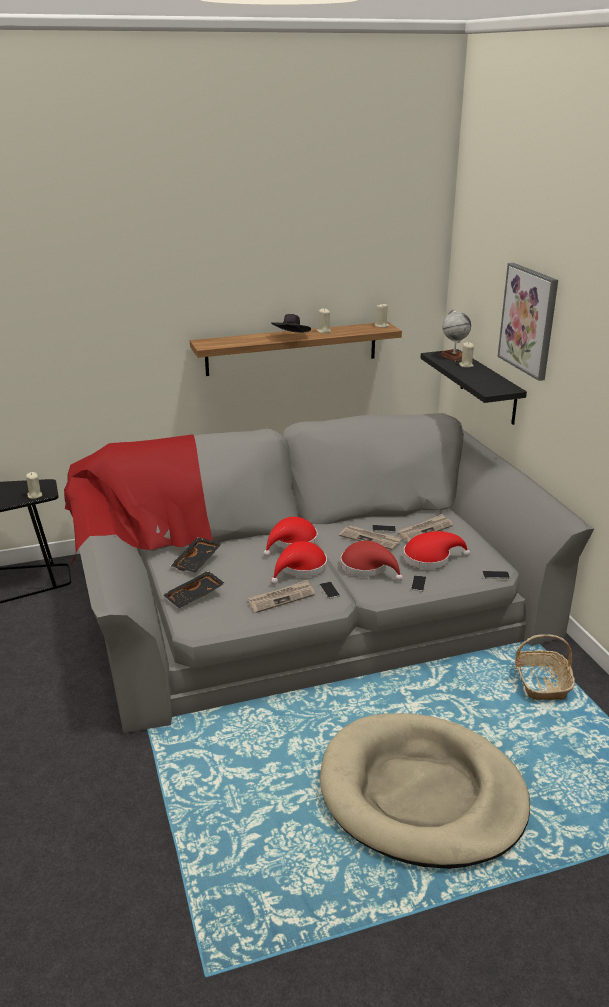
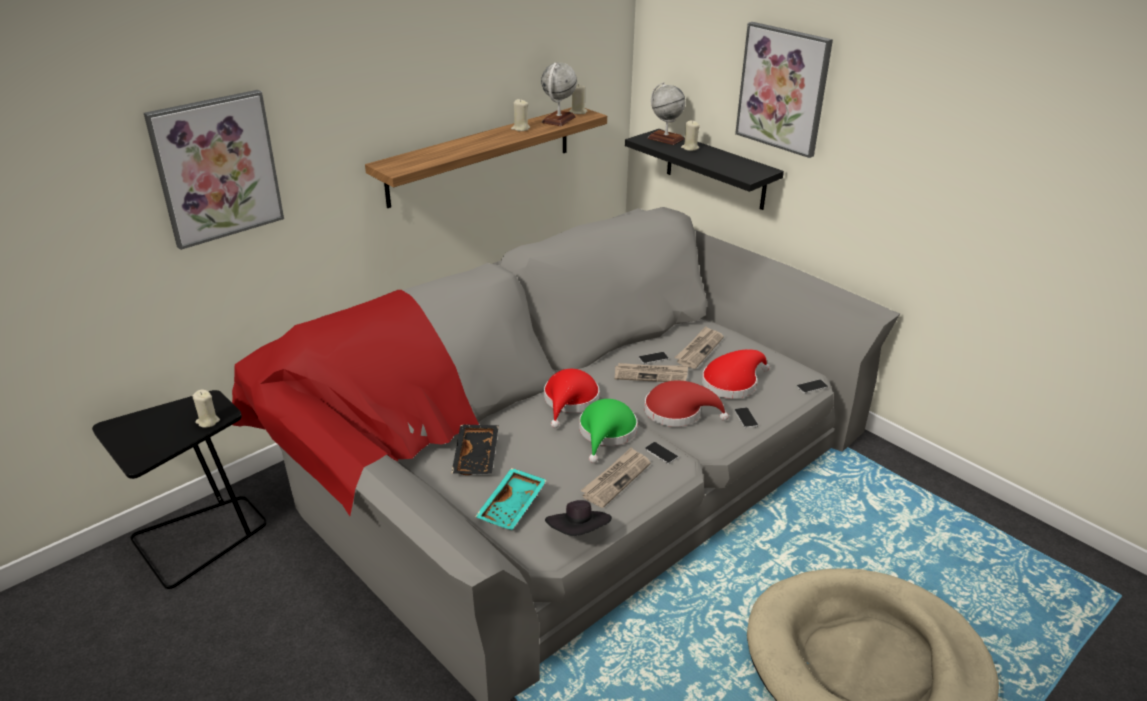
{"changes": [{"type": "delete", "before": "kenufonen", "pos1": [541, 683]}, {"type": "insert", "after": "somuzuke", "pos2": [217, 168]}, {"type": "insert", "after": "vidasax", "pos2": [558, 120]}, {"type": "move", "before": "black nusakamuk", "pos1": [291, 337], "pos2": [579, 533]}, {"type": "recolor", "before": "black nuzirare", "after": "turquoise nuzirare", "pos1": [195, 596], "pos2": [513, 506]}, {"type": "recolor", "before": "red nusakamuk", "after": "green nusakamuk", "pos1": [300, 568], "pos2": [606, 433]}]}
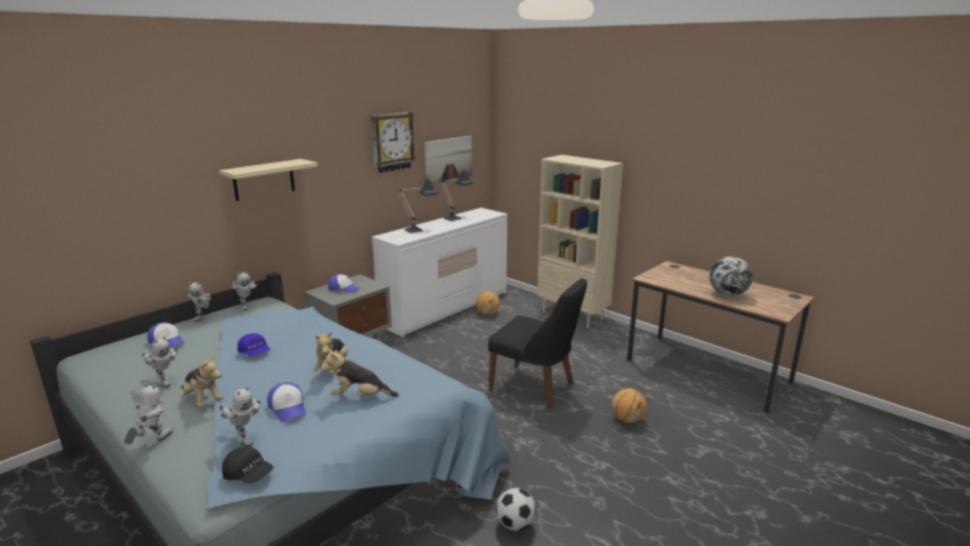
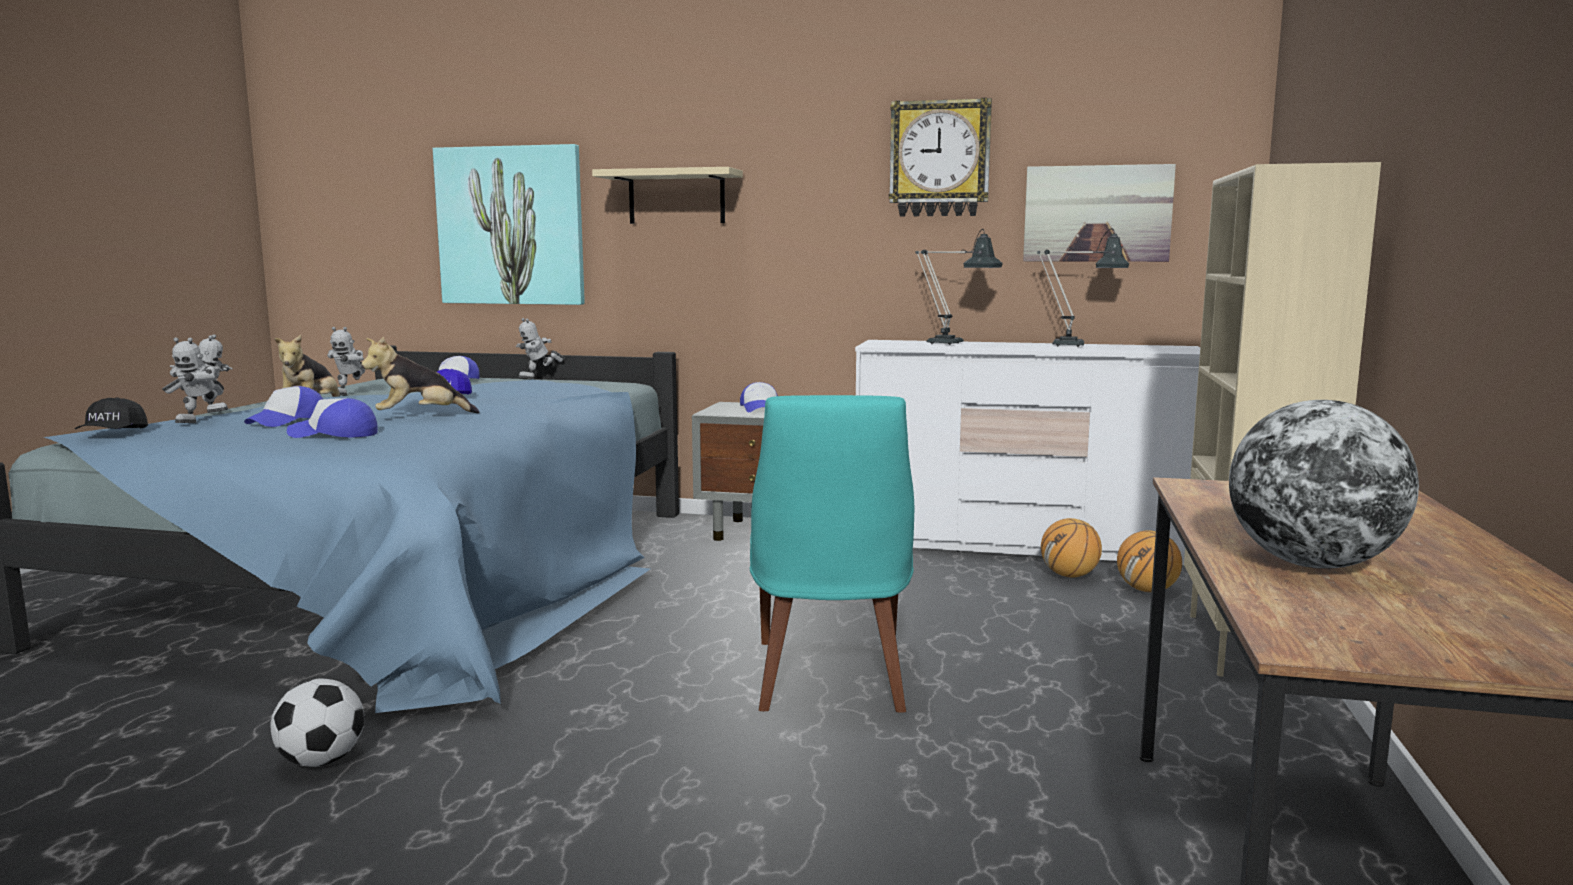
{"changes": [{"type": "delete", "before": "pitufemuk", "pos1": [246, 306]}, {"type": "insert", "after": "somuzuke", "pos2": [511, 226]}, {"type": "move", "before": "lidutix", "pos1": [627, 419], "pos2": [1147, 590]}, {"type": "replace", "before": "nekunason", "after": "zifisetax", "pos1": [360, 397], "pos2": [334, 434]}, {"type": "recolor", "before": "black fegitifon", "after": "turquoise fegitifon", "pos1": [535, 388], "pos2": [829, 679]}]}
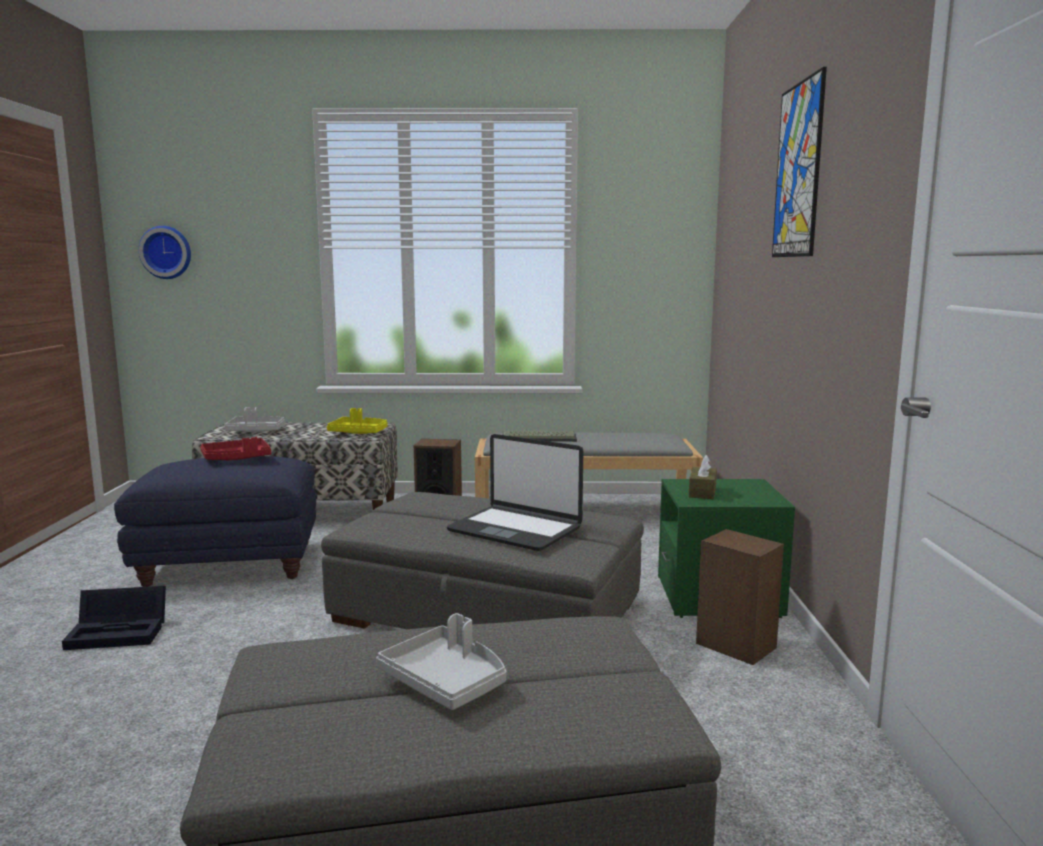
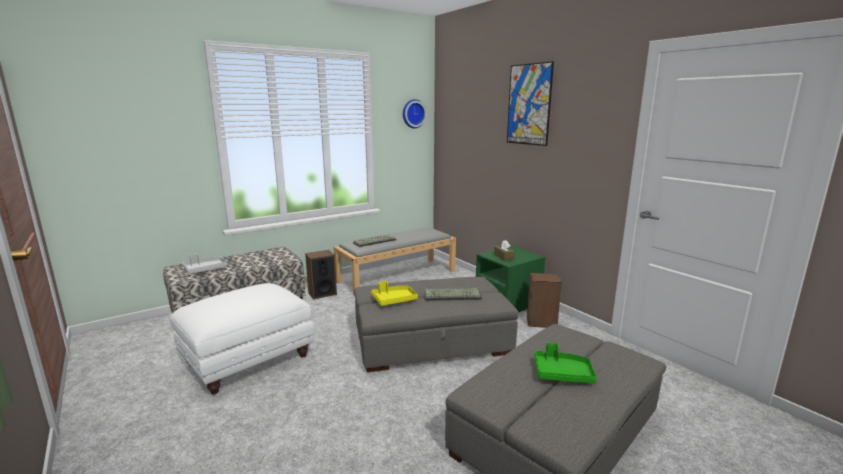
{"changes": [{"type": "delete", "before": "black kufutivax", "pos1": [121, 632]}, {"type": "delete", "before": "red nuzirare", "pos1": [237, 459]}, {"type": "move", "before": "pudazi", "pos1": [167, 252], "pos2": [413, 113]}, {"type": "move", "before": "yellow nuzirare", "pos1": [358, 433], "pos2": [393, 300]}, {"type": "replace", "before": "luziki", "after": "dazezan", "pos1": [515, 529], "pos2": [453, 295]}, {"type": "recolor", "before": "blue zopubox", "after": "white zopubox", "pos1": [227, 565], "pos2": [247, 362]}, {"type": "recolor", "before": "grey nuzirare", "after": "green nuzirare", "pos1": [446, 681], "pos2": [562, 374]}]}
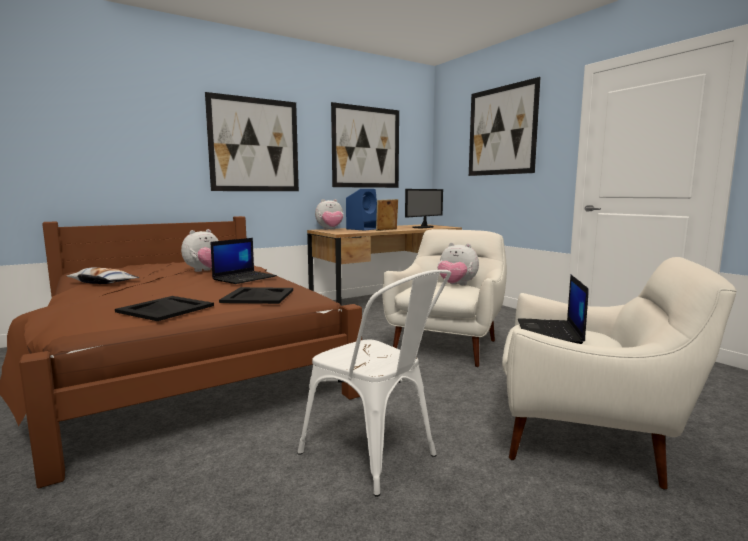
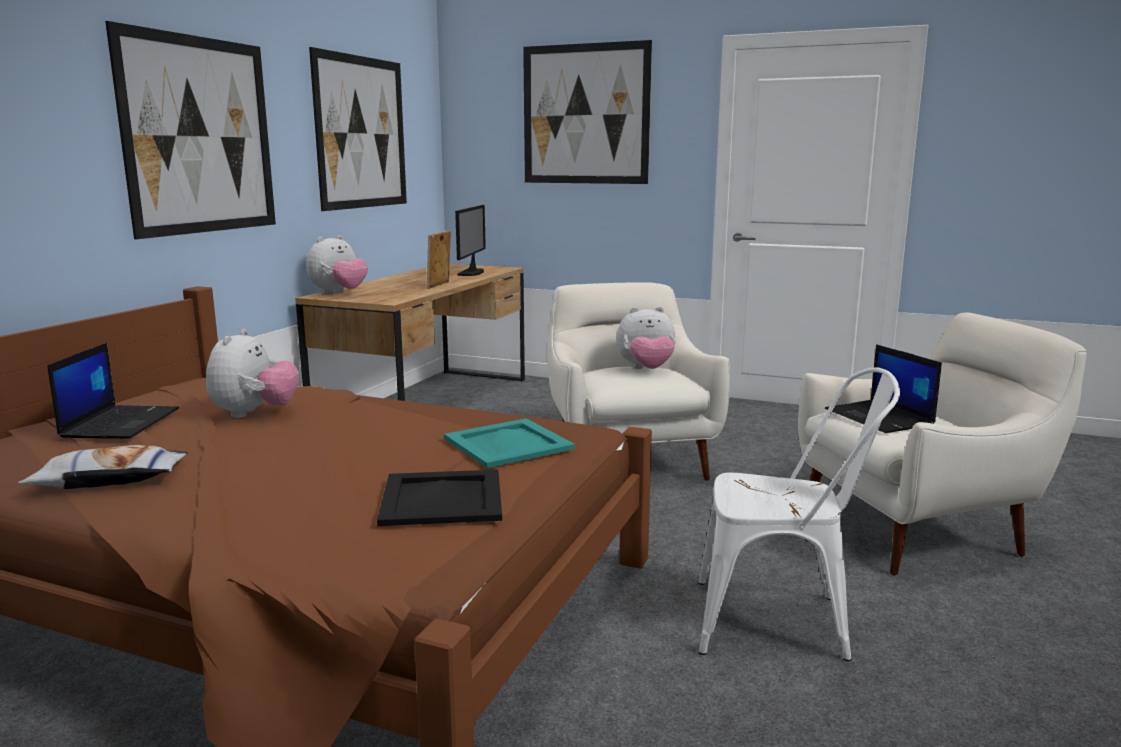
{"changes": [{"type": "delete", "before": "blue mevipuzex", "pos1": [363, 229]}, {"type": "move", "before": "luziki", "pos1": [245, 278], "pos2": [120, 422]}, {"type": "recolor", "before": "black nuzirare", "after": "turquoise nuzirare", "pos1": [257, 296], "pos2": [507, 444]}]}
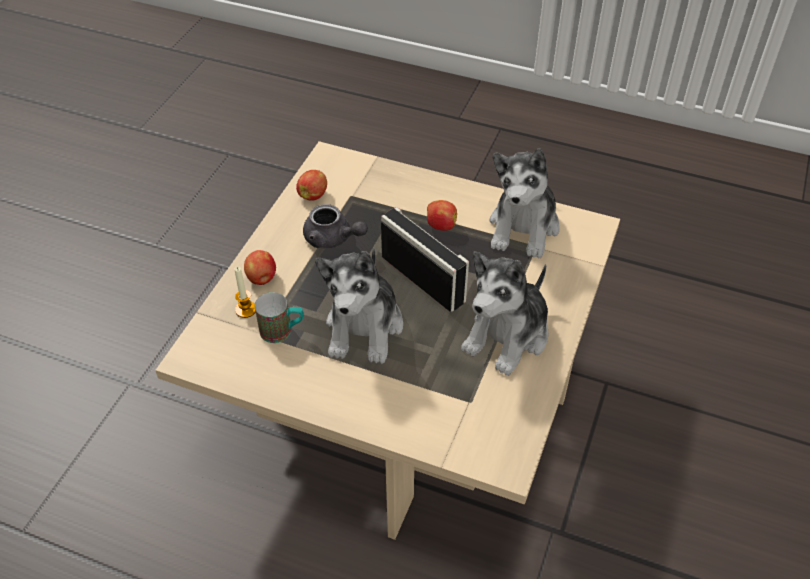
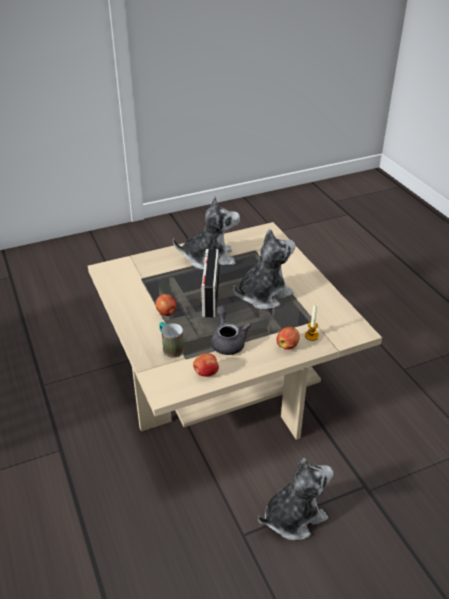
{"changes": [{"type": "move", "before": "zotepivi", "pos1": [282, 331], "pos2": [170, 348]}, {"type": "move", "before": "nekunason", "pos1": [524, 227], "pos2": [293, 516]}]}
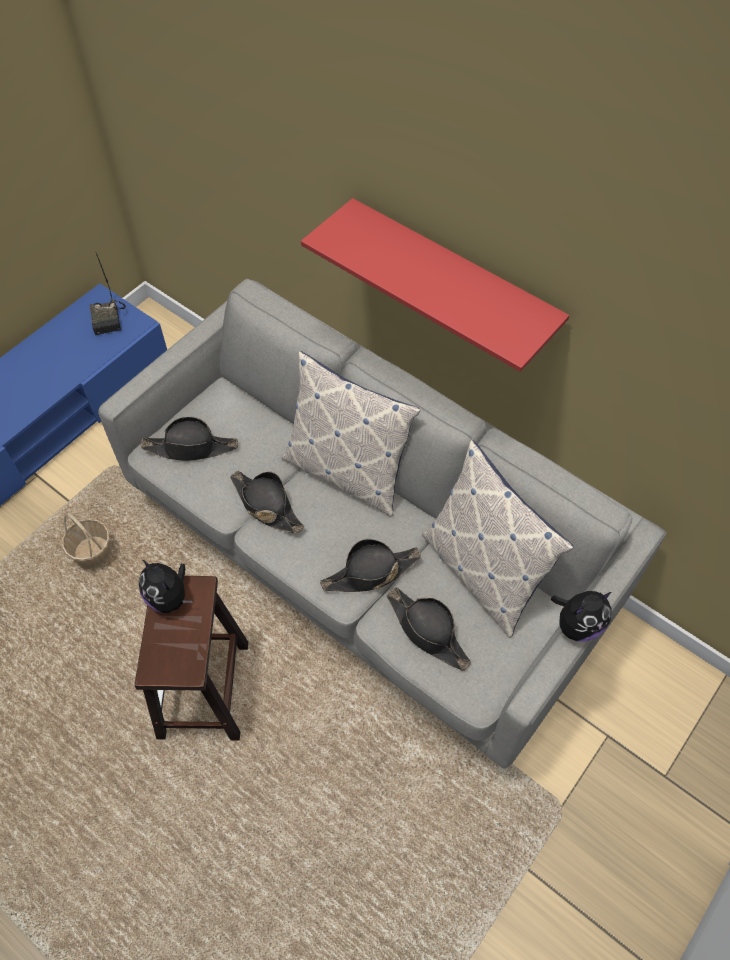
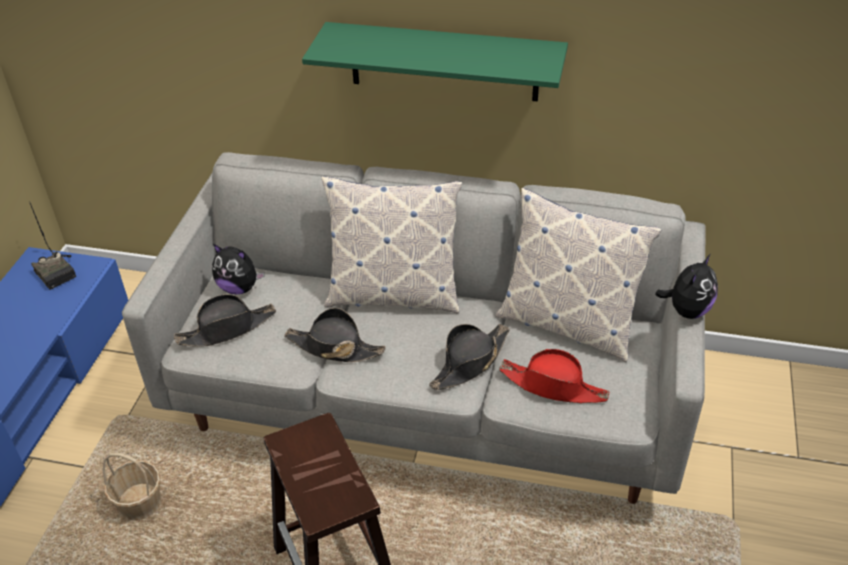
{"changes": [{"type": "move", "before": "nekunason", "pos1": [169, 597], "pos2": [239, 288]}, {"type": "recolor", "before": "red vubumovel", "after": "green vubumovel", "pos1": [452, 279], "pos2": [444, 62]}, {"type": "recolor", "before": "black nusakamuk", "after": "red nusakamuk", "pos1": [428, 631], "pos2": [553, 386]}]}
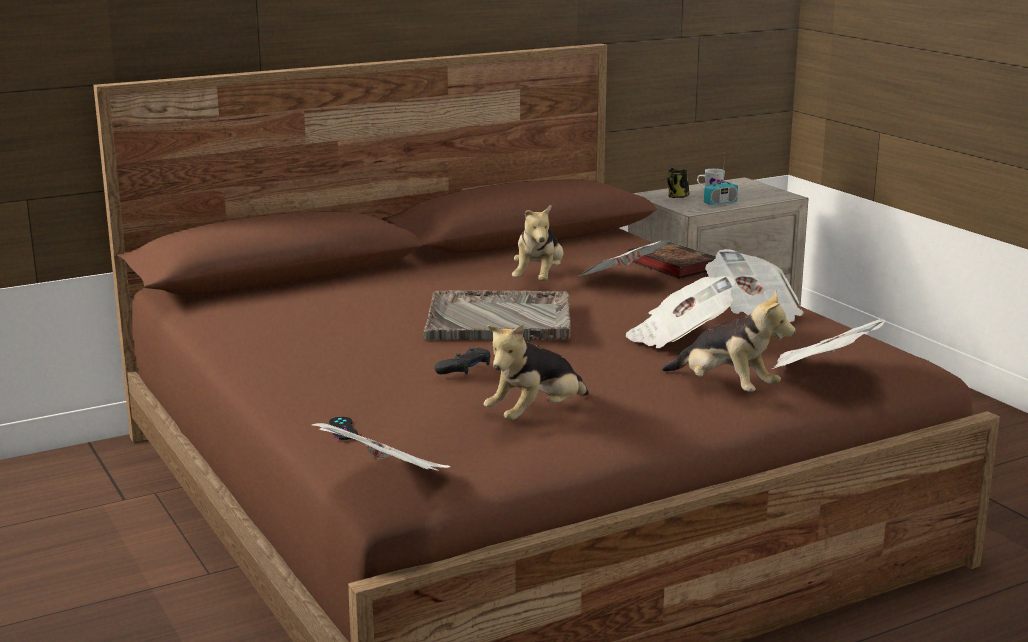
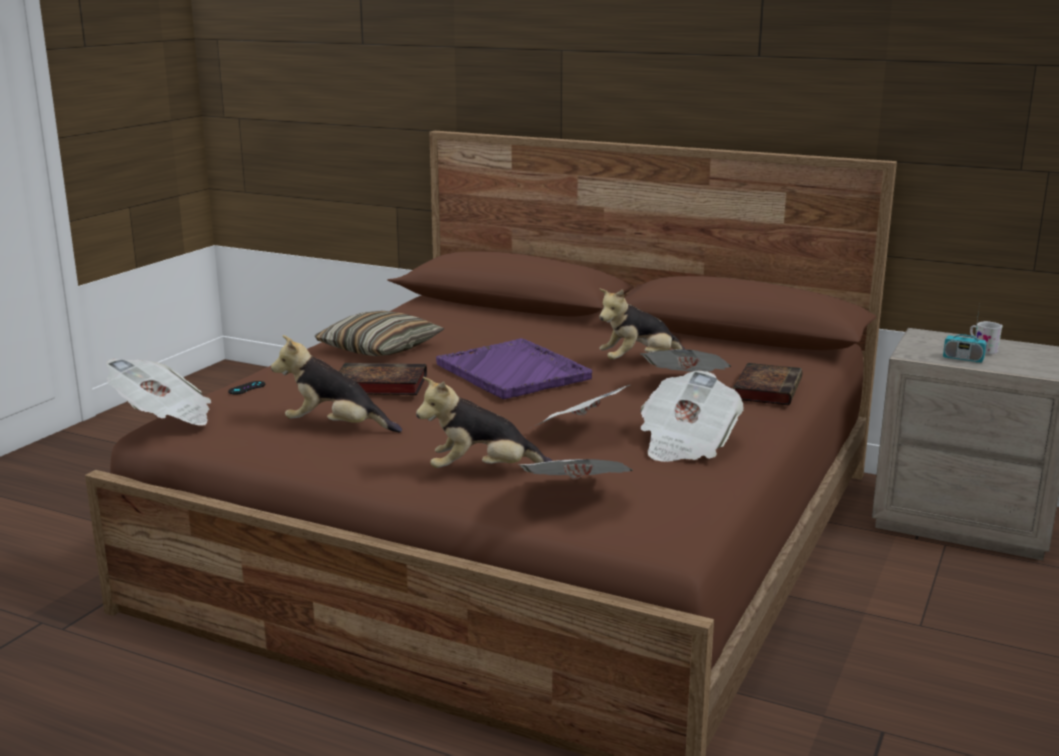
{"changes": [{"type": "delete", "before": "zotepivi", "pos1": [677, 197]}, {"type": "insert", "after": "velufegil", "pos2": [380, 348]}, {"type": "replace", "before": "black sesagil", "after": "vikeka", "pos1": [465, 370], "pos2": [377, 385]}, {"type": "recolor", "before": "grey nuzirare", "after": "purple nuzirare", "pos1": [500, 320], "pos2": [513, 372]}, {"type": "rotate", "before": "nekunason", "pos1": [725, 388], "pos2": [482, 472], "turn": 75}]}
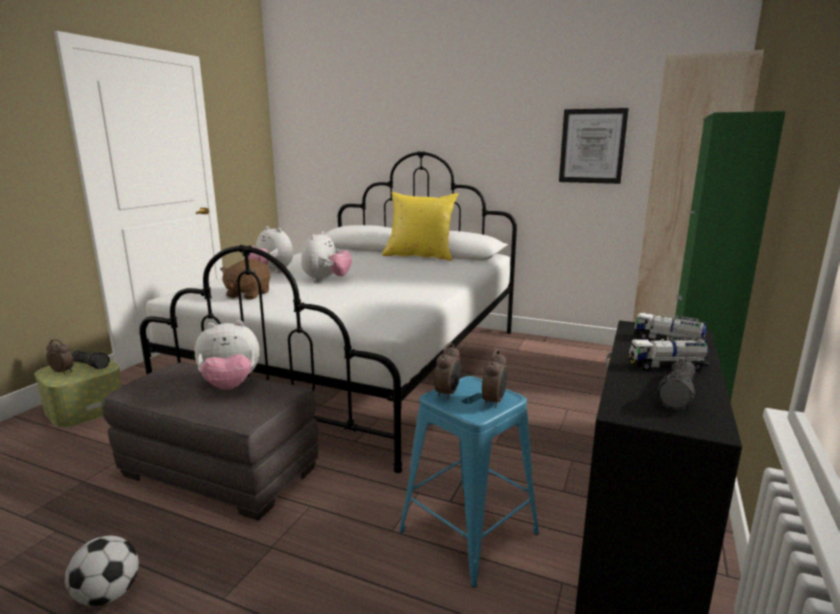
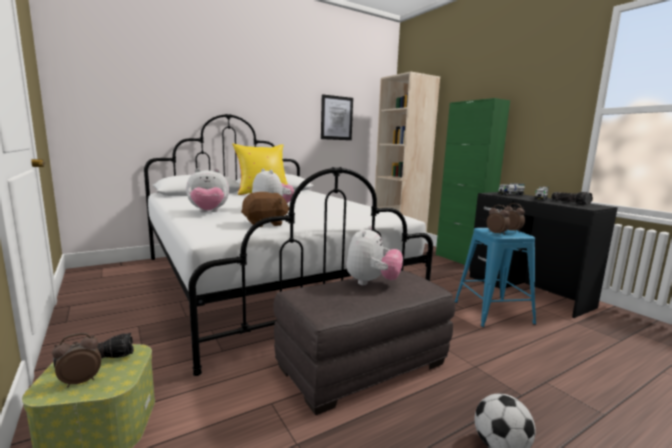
{"changes": [{"type": "rotate", "before": "brown nekunason", "pos1": [247, 295], "pos2": [265, 224], "turn": -75}]}
